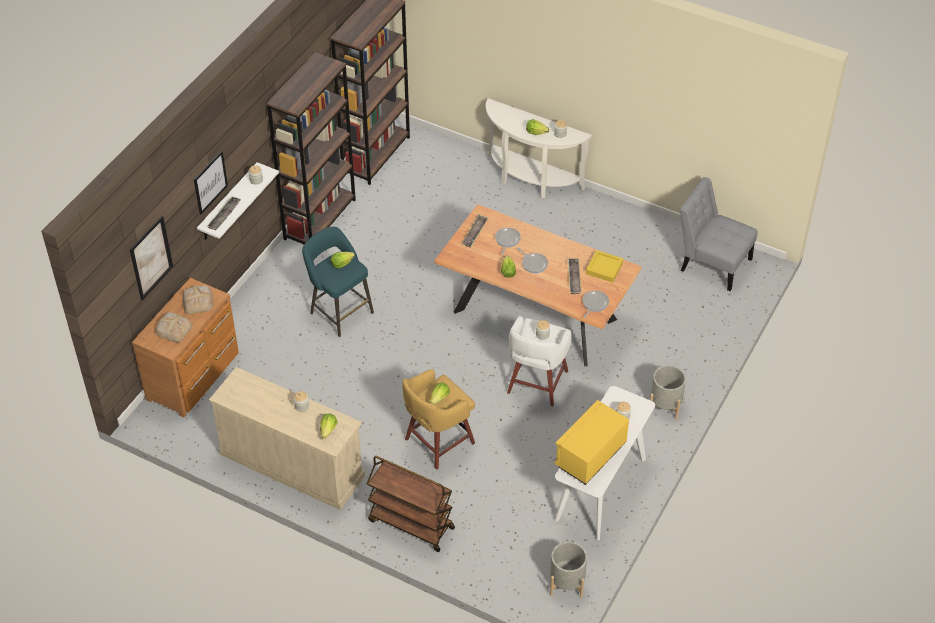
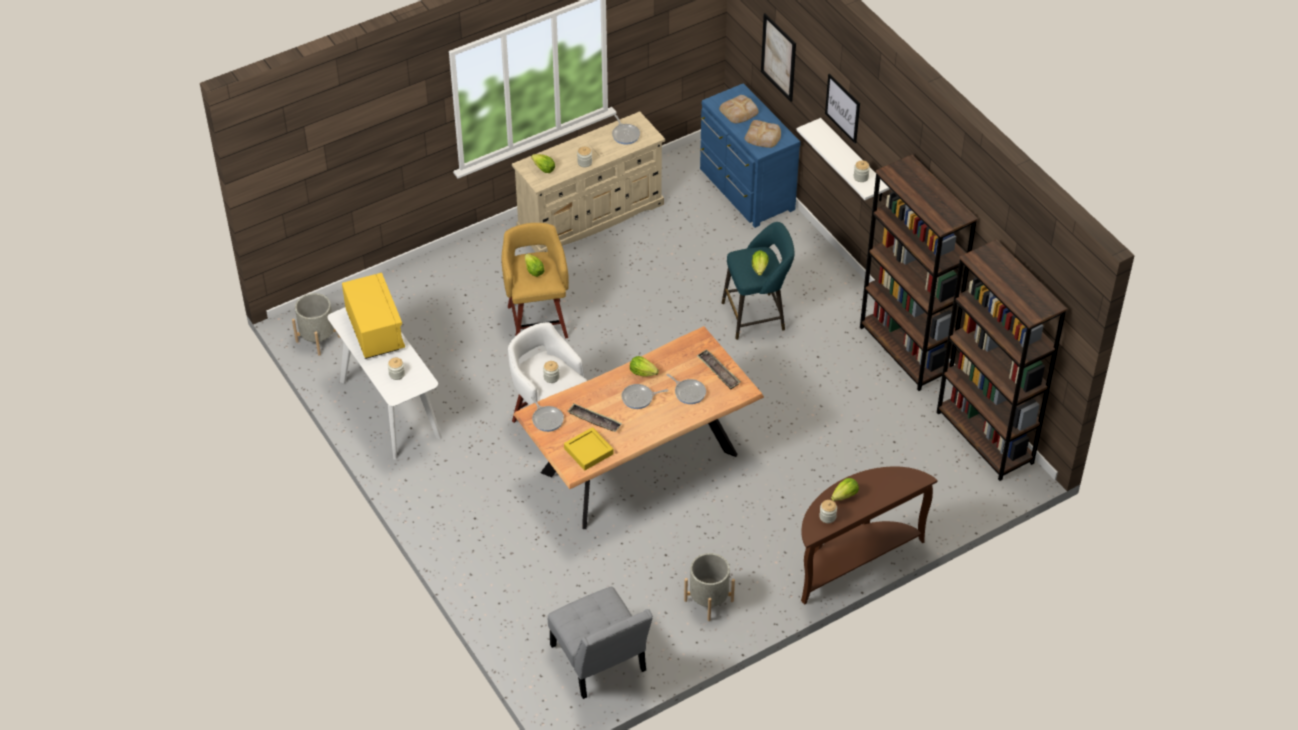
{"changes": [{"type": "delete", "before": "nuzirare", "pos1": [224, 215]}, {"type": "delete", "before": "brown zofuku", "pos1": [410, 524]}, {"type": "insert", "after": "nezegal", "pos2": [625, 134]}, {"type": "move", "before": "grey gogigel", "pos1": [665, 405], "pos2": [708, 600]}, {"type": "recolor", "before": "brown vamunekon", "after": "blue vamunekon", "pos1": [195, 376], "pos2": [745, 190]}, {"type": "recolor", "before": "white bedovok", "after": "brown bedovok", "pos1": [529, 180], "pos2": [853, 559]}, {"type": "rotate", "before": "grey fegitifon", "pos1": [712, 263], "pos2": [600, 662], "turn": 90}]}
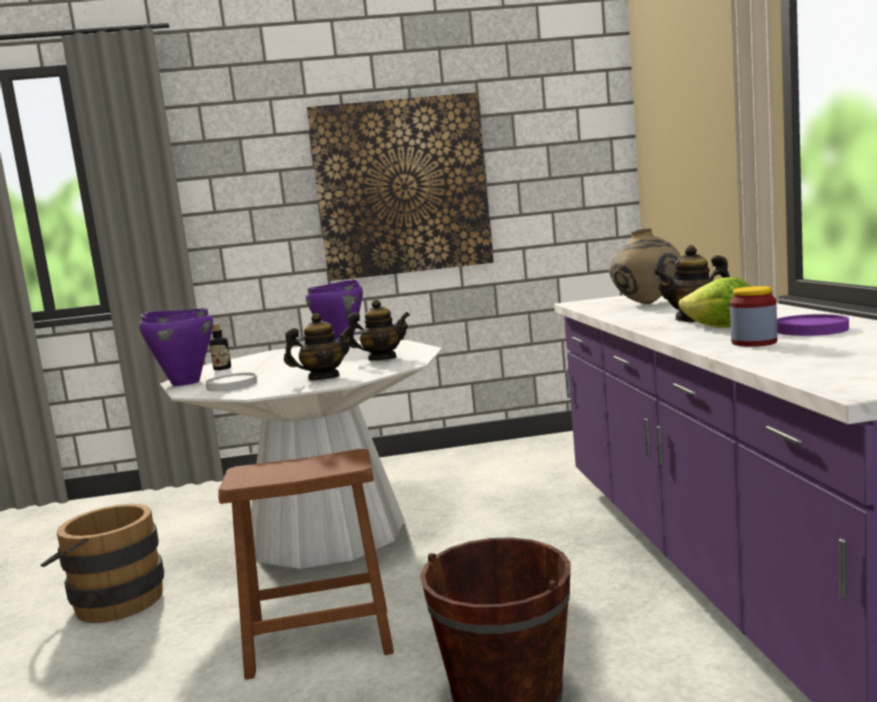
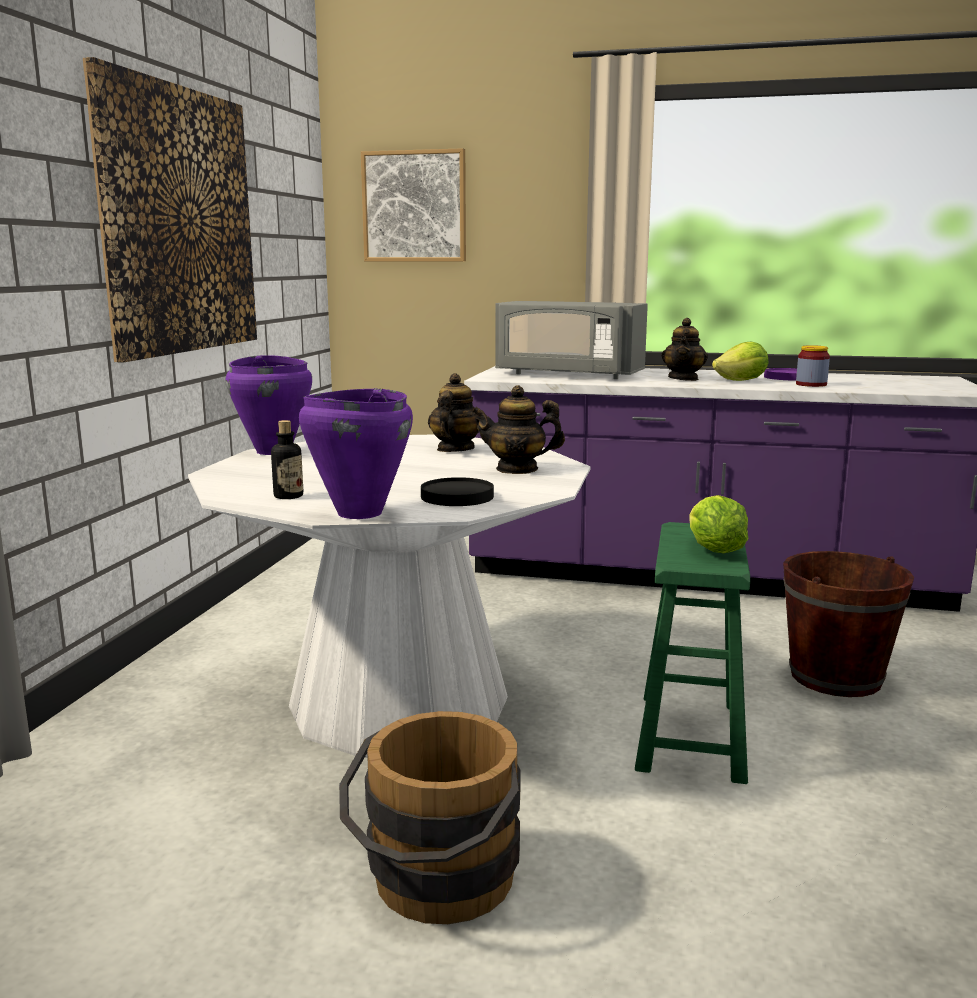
{"changes": [{"type": "insert", "after": "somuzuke", "pos2": [414, 206]}, {"type": "insert", "after": "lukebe", "pos2": [714, 550]}, {"type": "replace", "before": "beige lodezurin", "after": "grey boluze", "pos1": [647, 304], "pos2": [568, 374]}, {"type": "recolor", "before": "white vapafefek", "after": "black vapafefek", "pos1": [232, 385], "pos2": [456, 496]}, {"type": "recolor", "before": "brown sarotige", "after": "green sarotige", "pos1": [320, 641], "pos2": [691, 736]}, {"type": "rotate", "before": "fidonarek", "pos1": [323, 378], "pos2": [517, 469], "turn": -90}]}
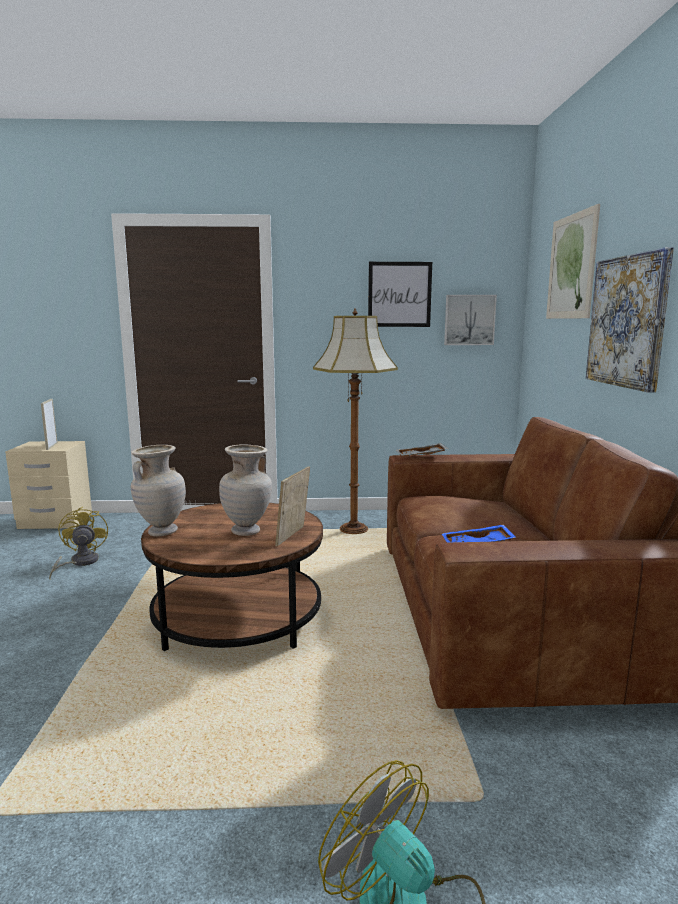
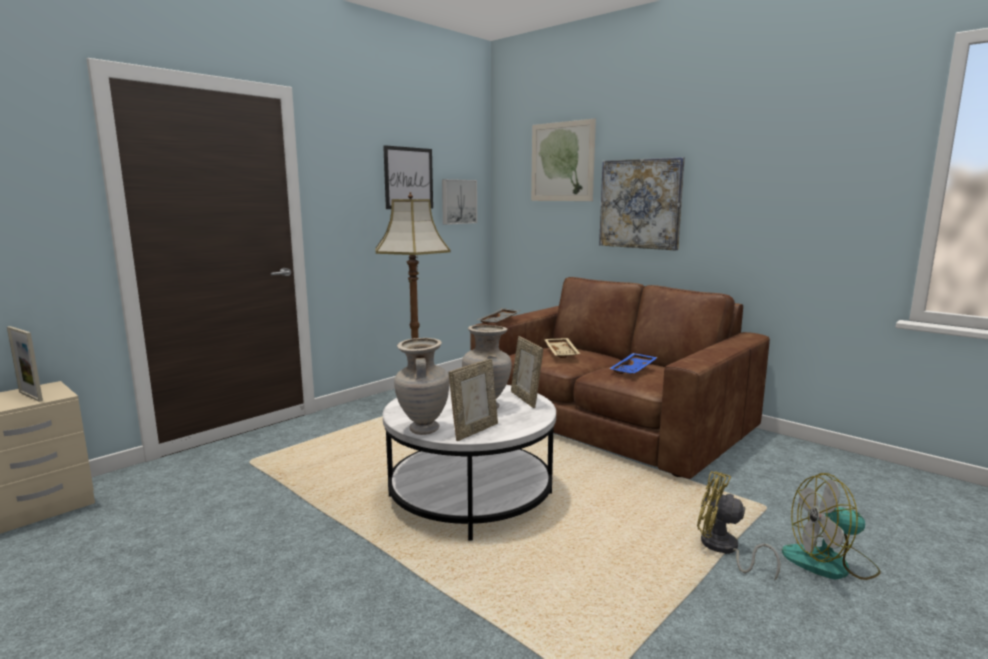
{"changes": [{"type": "insert", "after": "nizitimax", "pos2": [474, 431]}, {"type": "insert", "after": "beige nuzirare", "pos2": [562, 352]}, {"type": "move", "before": "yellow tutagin", "pos1": [79, 563], "pos2": [723, 549]}, {"type": "recolor", "before": "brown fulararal", "after": "white fulararal", "pos1": [238, 617], "pos2": [470, 495]}]}
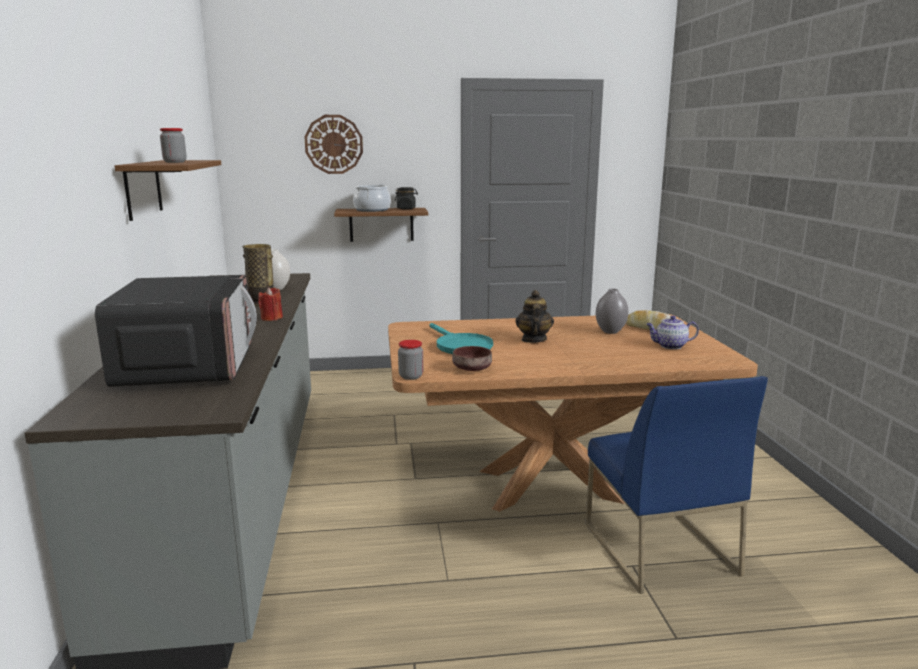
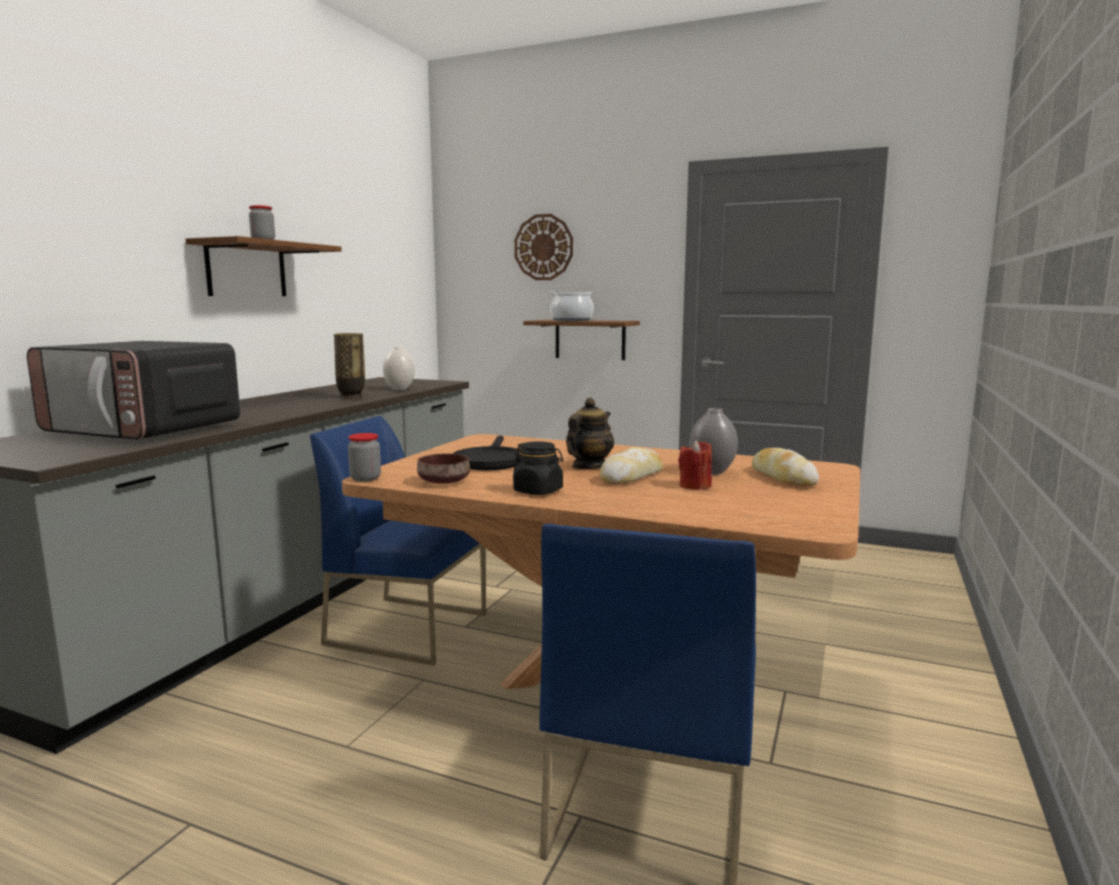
{"changes": [{"type": "delete", "before": "fidonarek", "pos1": [670, 346]}, {"type": "insert", "after": "blue fegitifon", "pos2": [409, 628]}, {"type": "insert", "after": "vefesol", "pos2": [632, 476]}, {"type": "move", "before": "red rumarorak", "pos1": [271, 318], "pos2": [695, 486]}, {"type": "move", "before": "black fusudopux", "pos1": [406, 209], "pos2": [538, 491]}, {"type": "recolor", "before": "turquoise nezegal", "after": "black nezegal", "pos1": [460, 345], "pos2": [490, 460]}, {"type": "rotate", "before": "boluze", "pos1": [188, 366], "pos2": [144, 429], "turn": 90}]}
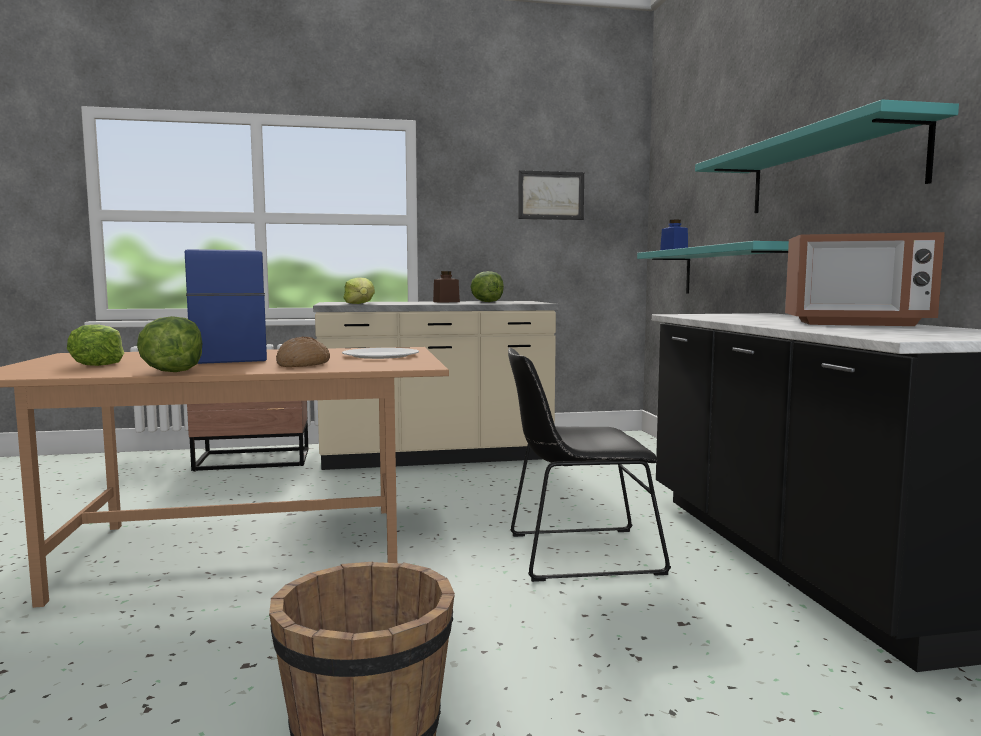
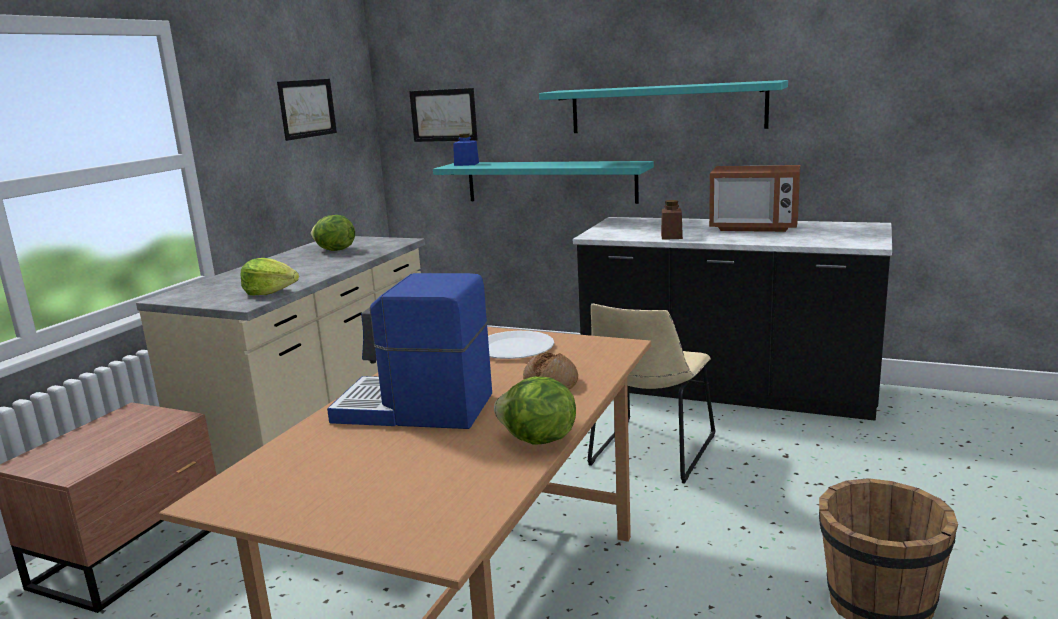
{"changes": [{"type": "delete", "before": "lukebe", "pos1": [98, 364]}, {"type": "insert", "after": "somuzuke", "pos2": [443, 115]}, {"type": "move", "before": "brown fusudopux", "pos1": [446, 302], "pos2": [671, 236]}, {"type": "recolor", "before": "black fegitifon", "after": "beige fegitifon", "pos1": [576, 554], "pos2": [650, 452]}, {"type": "rotate", "before": "boluze", "pos1": [855, 324], "pos2": [754, 227], "turn": 60}]}
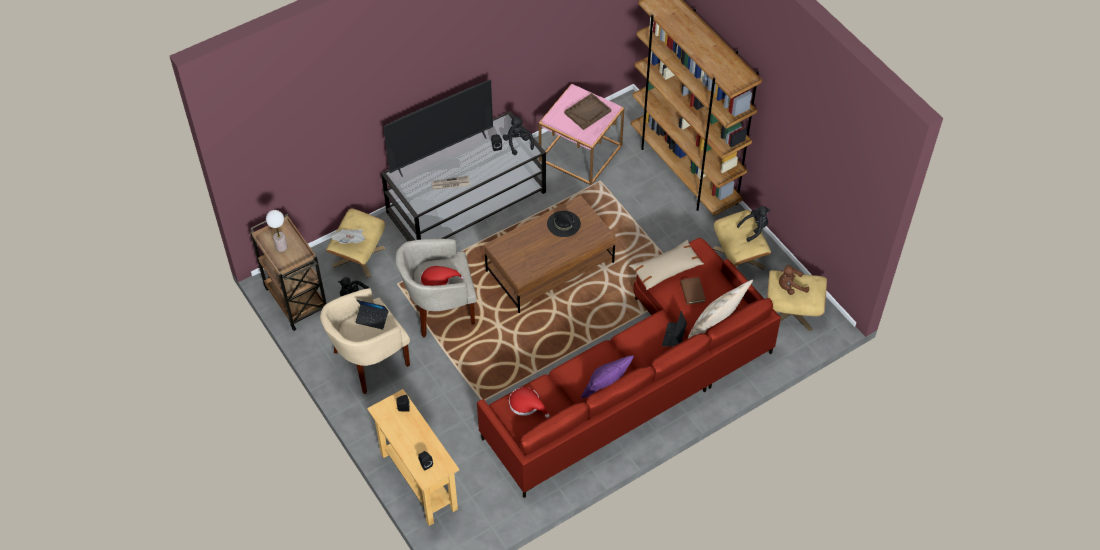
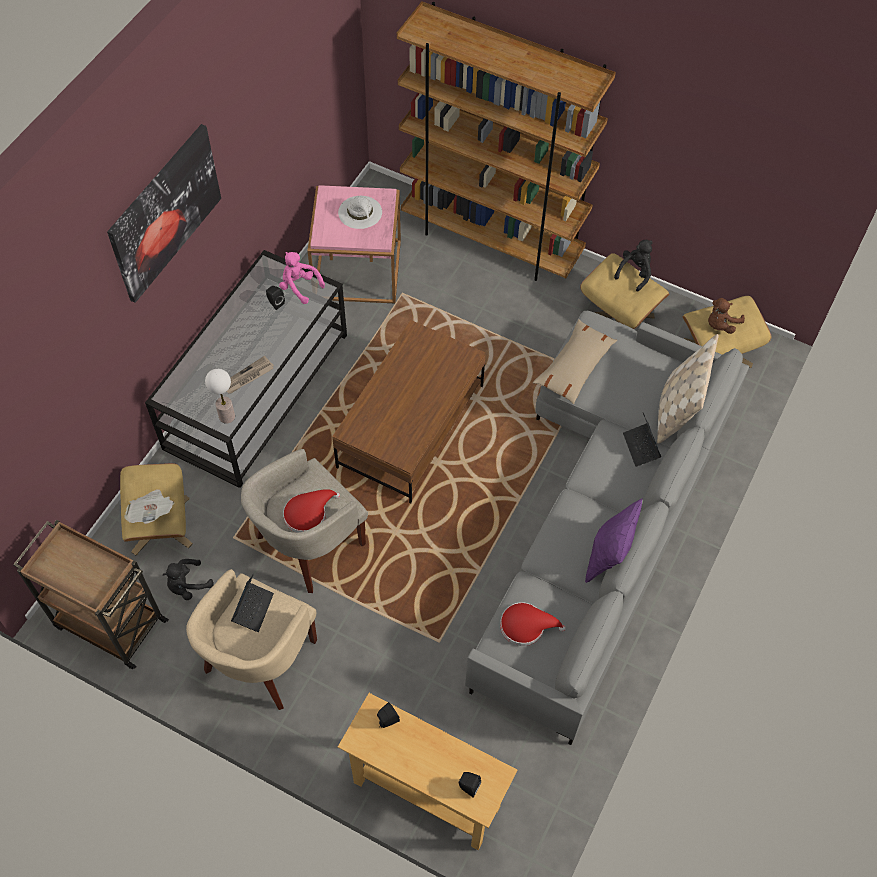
{"changes": [{"type": "delete", "before": "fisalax", "pos1": [441, 152]}, {"type": "delete", "before": "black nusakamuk", "pos1": [564, 224]}, {"type": "delete", "before": "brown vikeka", "pos1": [692, 292]}, {"type": "insert", "after": "somuzuke", "pos2": [165, 212]}, {"type": "move", "before": "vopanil", "pos1": [281, 247], "pos2": [227, 417]}, {"type": "replace", "before": "brown nuzirare", "after": "white nusakamuk", "pos1": [587, 112], "pos2": [360, 212]}, {"type": "recolor", "before": "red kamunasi", "after": "grey kamunasi", "pos1": [636, 378], "pos2": [602, 518]}, {"type": "recolor", "before": "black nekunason", "after": "pink nekunason", "pos1": [517, 143], "pos2": [299, 286]}, {"type": "rotate", "before": "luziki", "pos1": [372, 319], "pos2": [253, 608], "turn": -60}]}
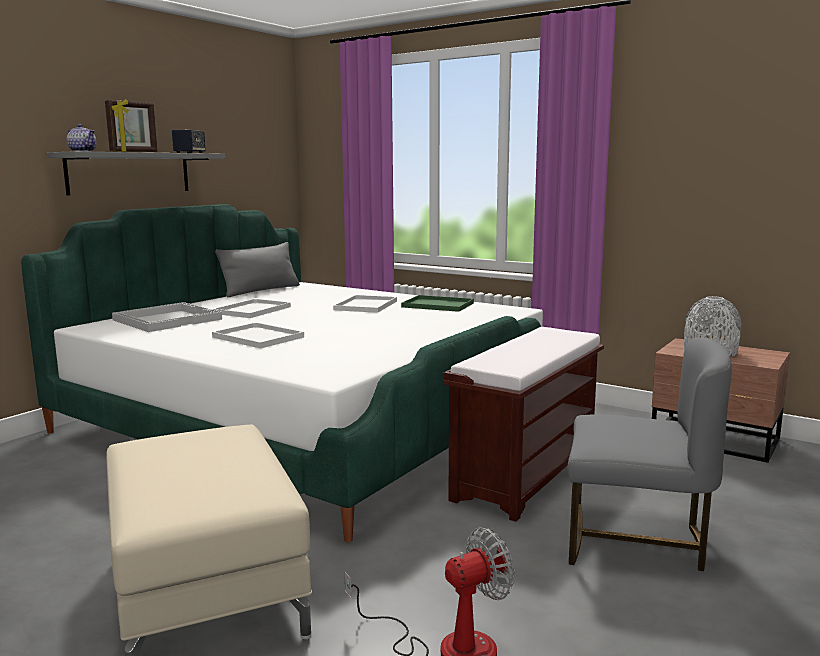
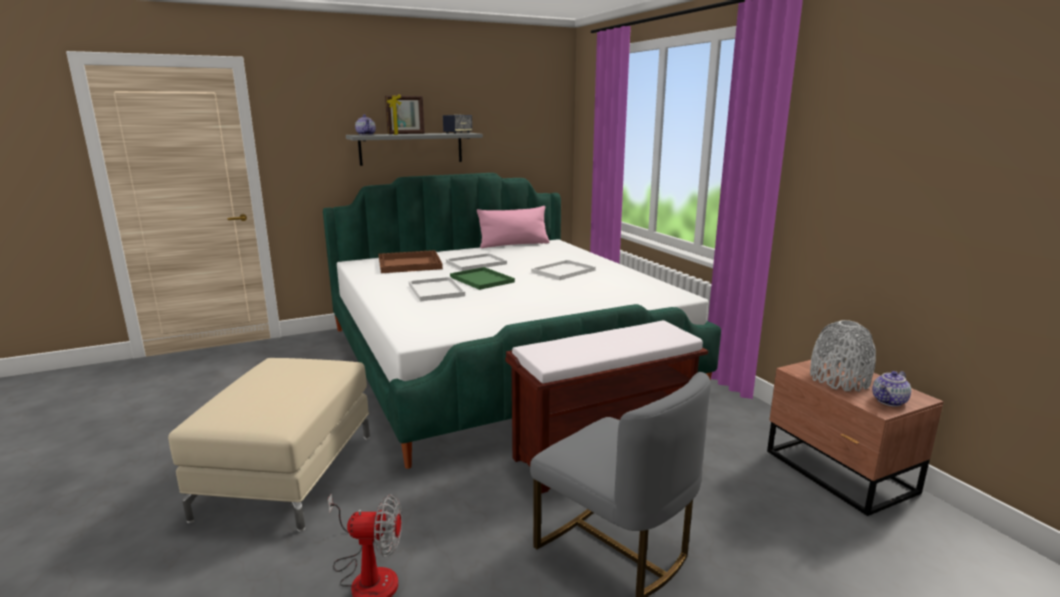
{"changes": [{"type": "insert", "after": "fidonarek", "pos2": [890, 402]}, {"type": "move", "before": "green nuzirare", "pos1": [439, 305], "pos2": [483, 280]}, {"type": "recolor", "before": "white nuzirare", "after": "brown nuzirare", "pos1": [167, 319], "pos2": [410, 263]}, {"type": "recolor", "before": "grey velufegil", "after": "pink velufegil", "pos1": [261, 290], "pos2": [514, 244]}]}
